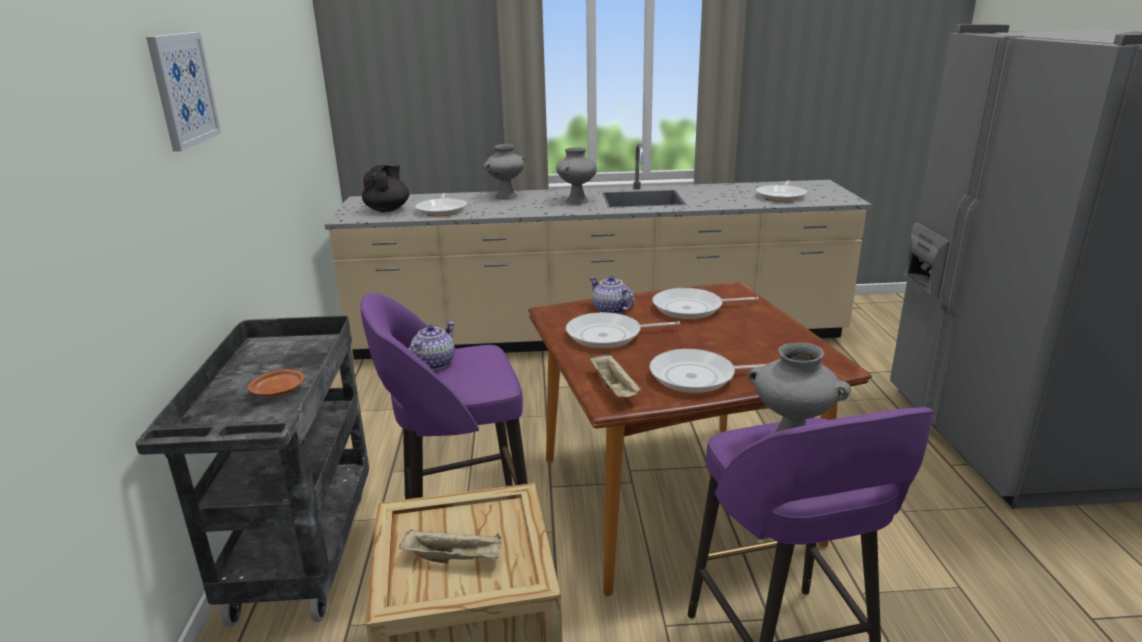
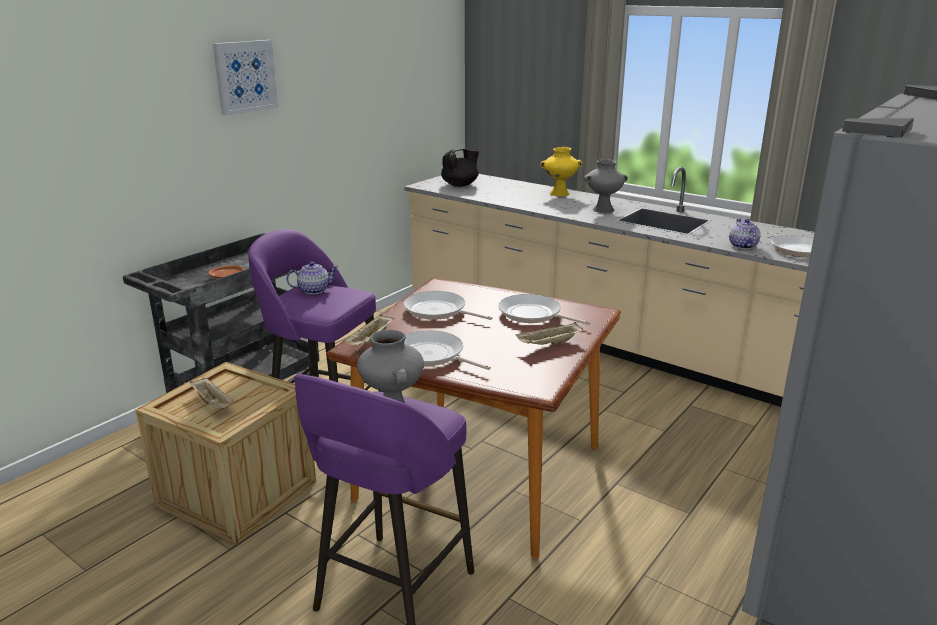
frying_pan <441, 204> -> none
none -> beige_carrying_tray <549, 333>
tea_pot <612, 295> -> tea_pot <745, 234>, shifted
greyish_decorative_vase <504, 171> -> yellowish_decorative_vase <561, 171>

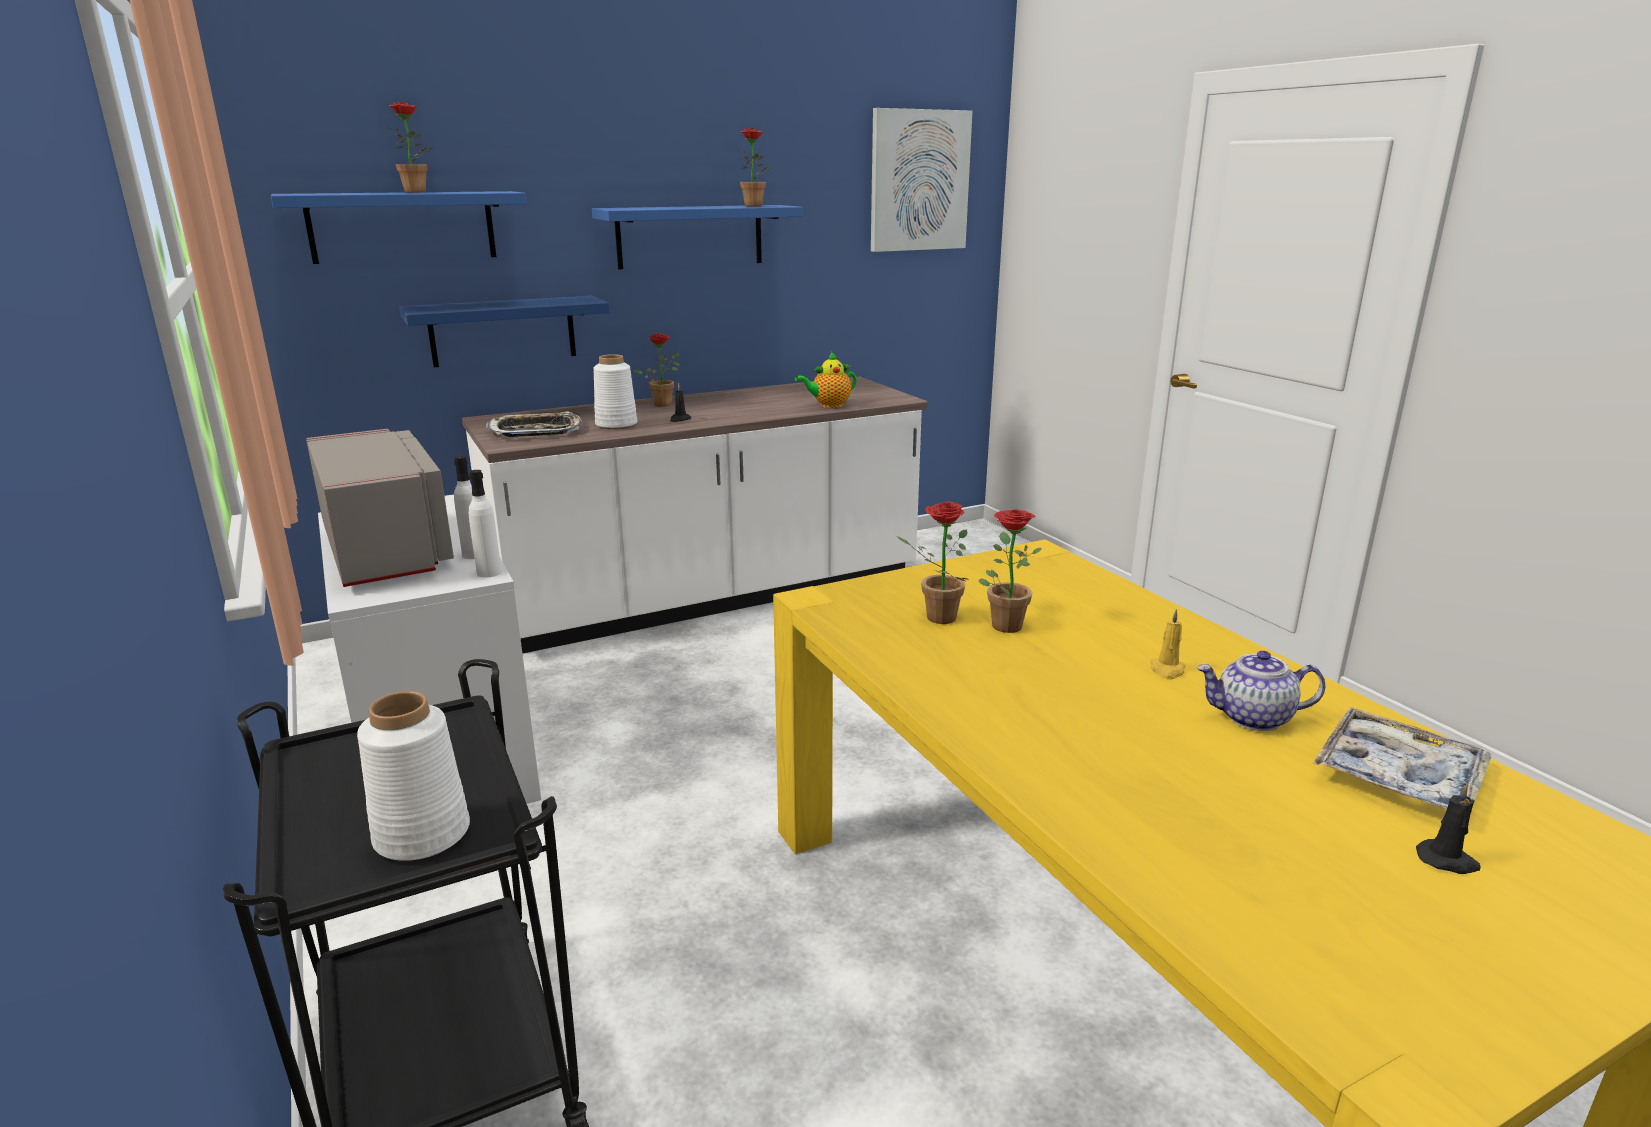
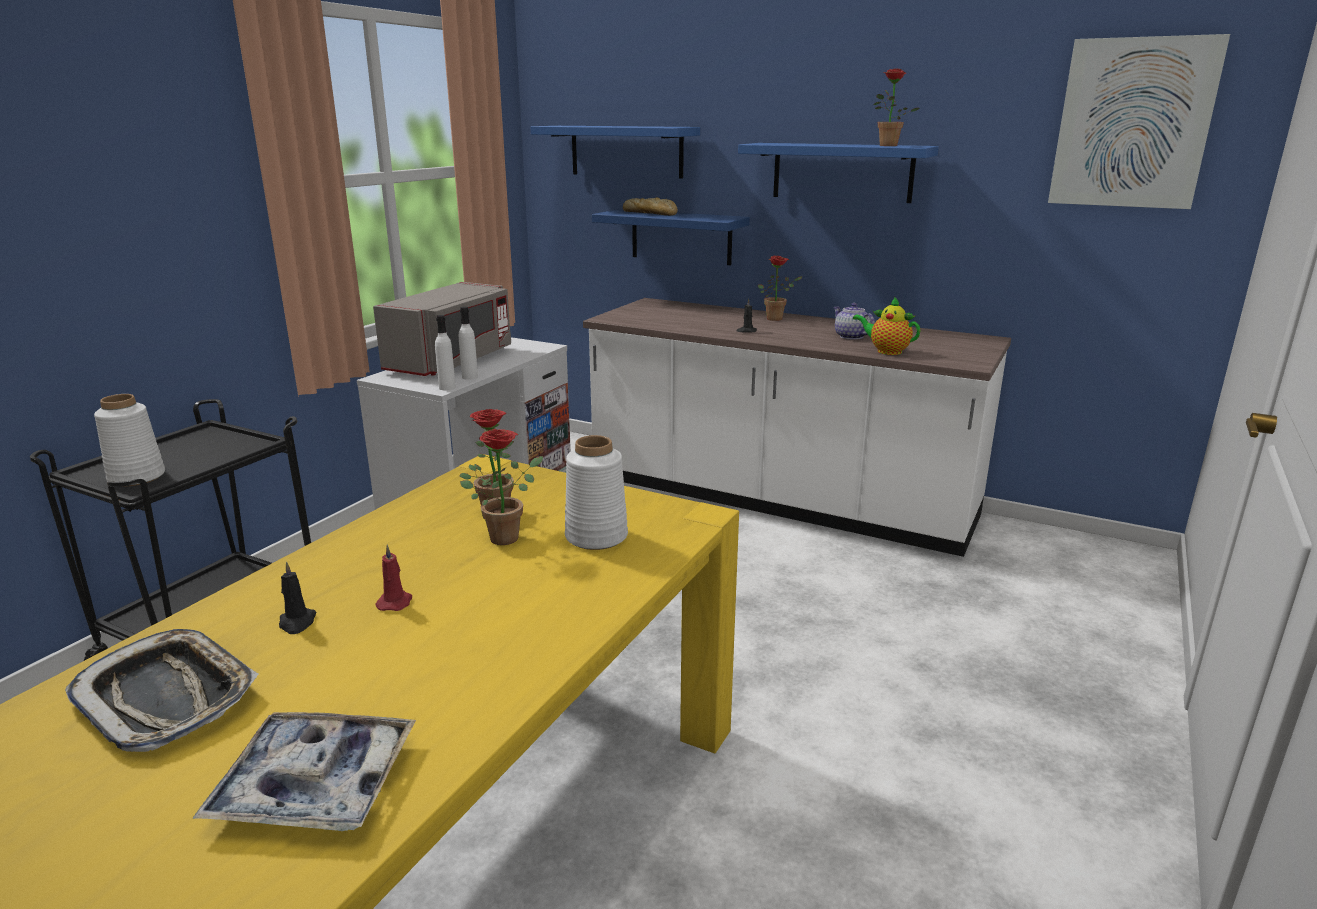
houseplant <410, 147> -> none
yellowish_wax_candle <1168, 644> -> none
none -> red_wax_candle <393, 578>
none -> baked_bread <650, 206>
carrying_tray <534, 424> -> carrying_tray <161, 690>, shifted
white_decorative_vase <615, 391> -> white_decorative_vase <596, 492>, shifted
tea_pot <1261, 690> -> tea_pot <854, 321>, shifted
black-coloured_wax_candle <1448, 828> -> black-coloured_wax_candle <298, 597>, shifted

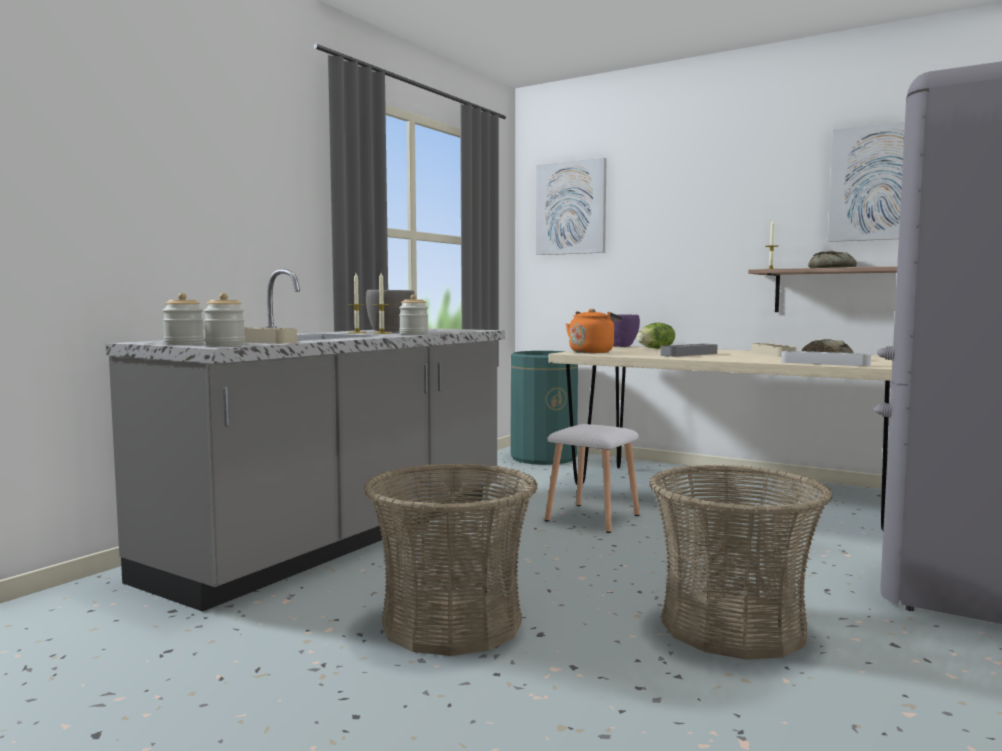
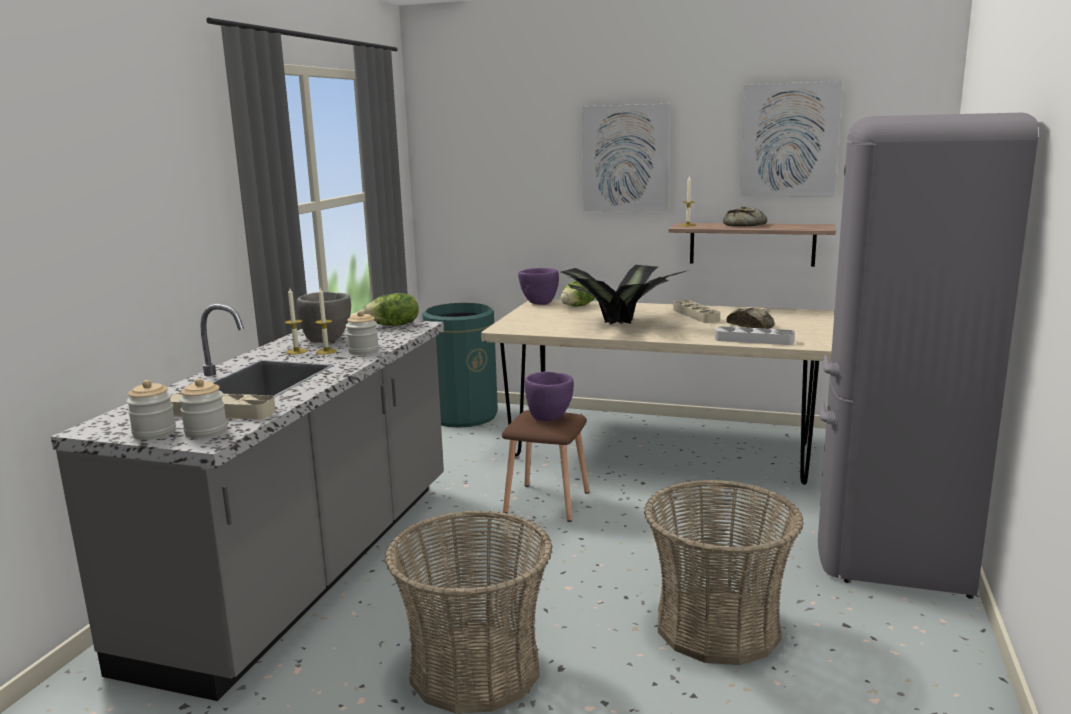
orange-coloured_kettle <594, 331> -> none
none -> lettuce <391, 309>
none -> purplish_bowl <549, 396>
picture <571, 206> -> picture <626, 158>, shifted
greyish_carrying_tray <689, 350> -> houseplant <625, 295>
white_sitting_stool <592, 478> -> brown-coloured_sitting_stool <545, 466>

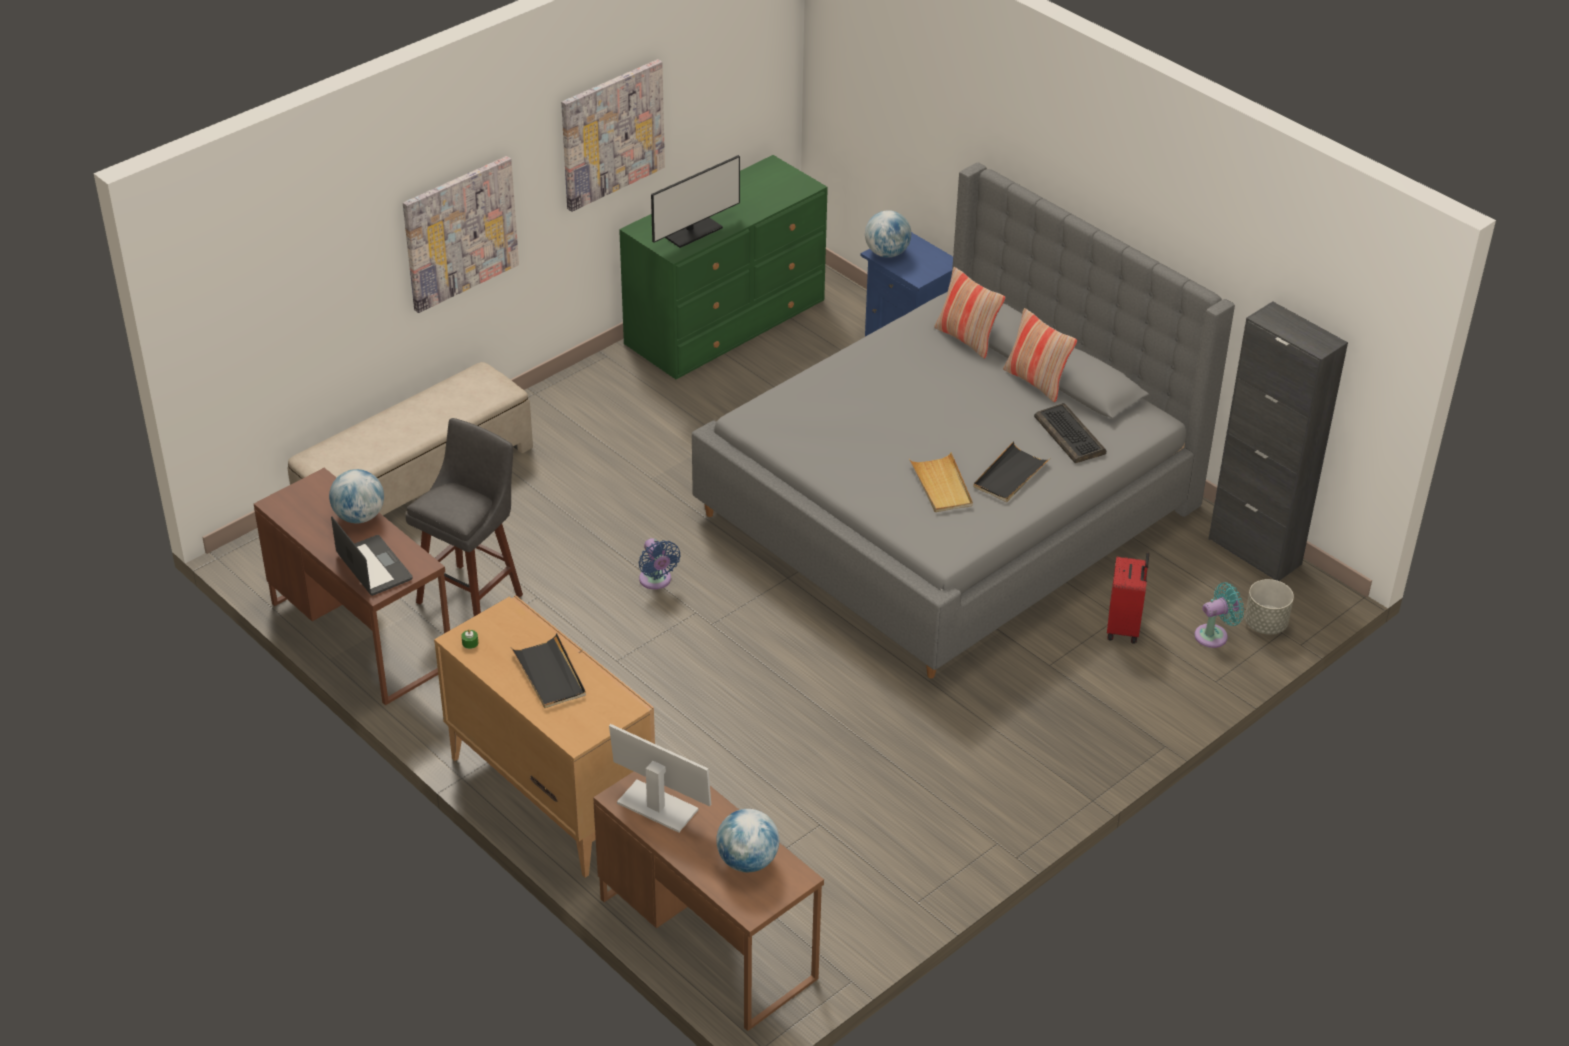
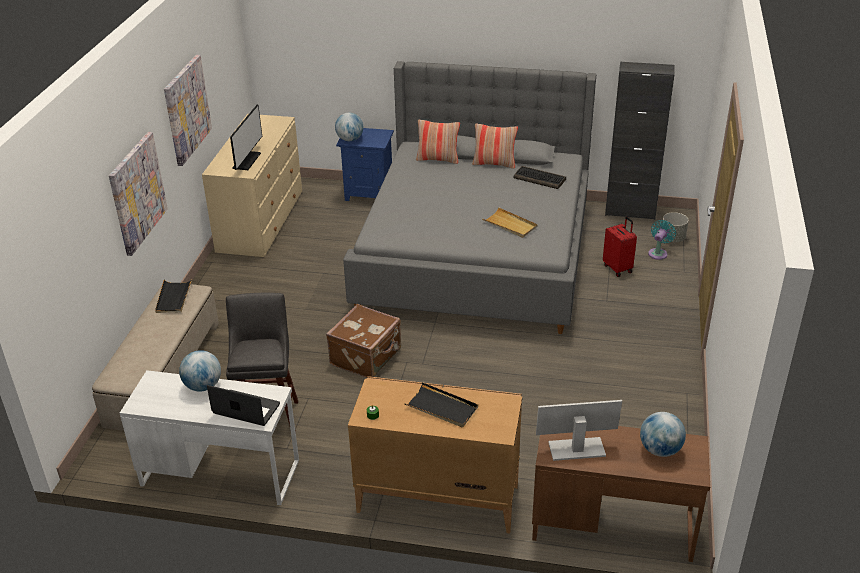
black-coloured_carrying_tray <1012, 472> -> black-coloured_carrying_tray <173, 296>, shifted
blue_cooling_fan <660, 564> -> brown-coloured_piece_of_luggage <363, 341>
brown-coloured_desk_unit <352, 586> -> white_desk_unit <209, 437>
green_chest_of_drawers <723, 267> -> beige_chest_of_drawers <252, 185>

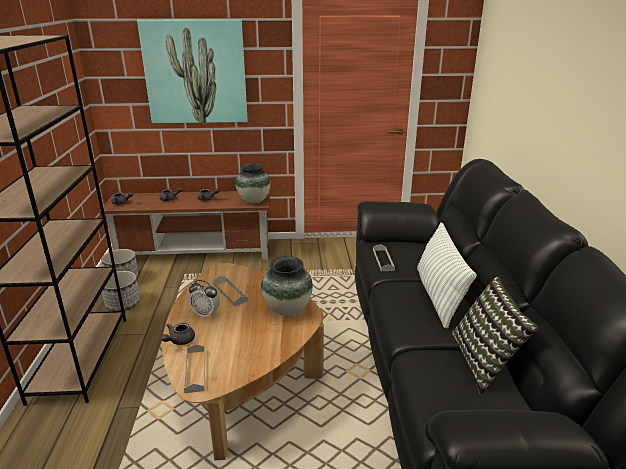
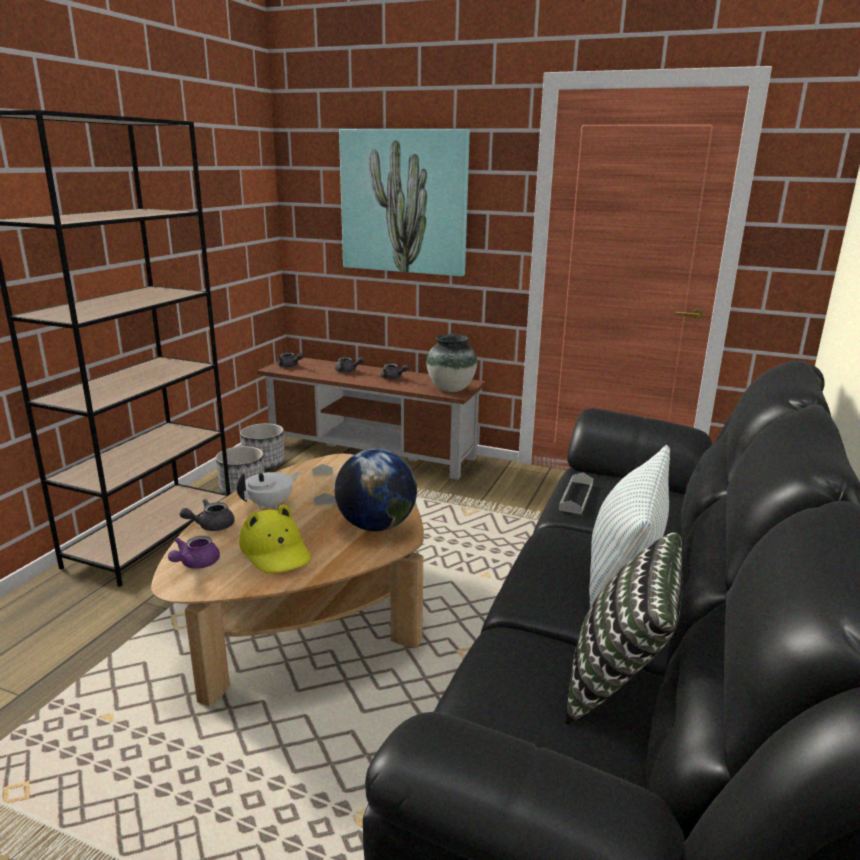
none -> yellowish_hat <275, 539>
greyish_carrying_tray <194, 369> -> purplish_tea_pot <194, 552>
bedside_clock <204, 299> -> white_tea_pot <268, 490>
decorative_vase <287, 286> -> world_globe <376, 490>

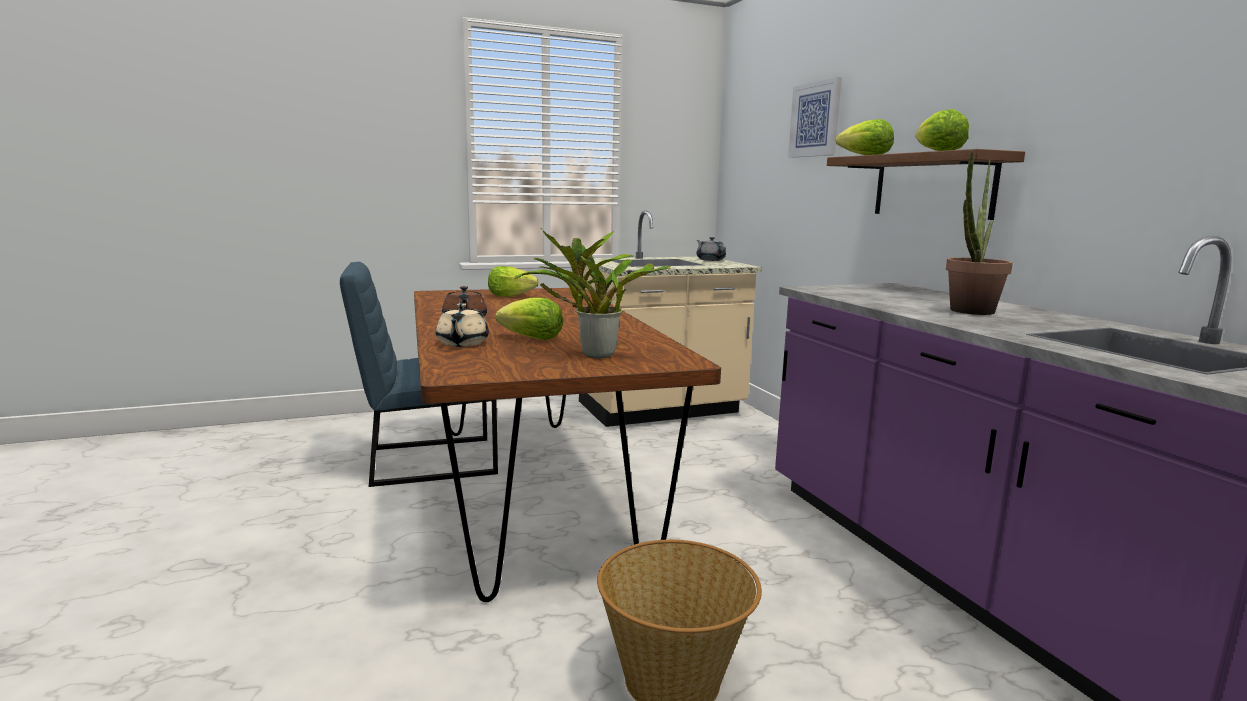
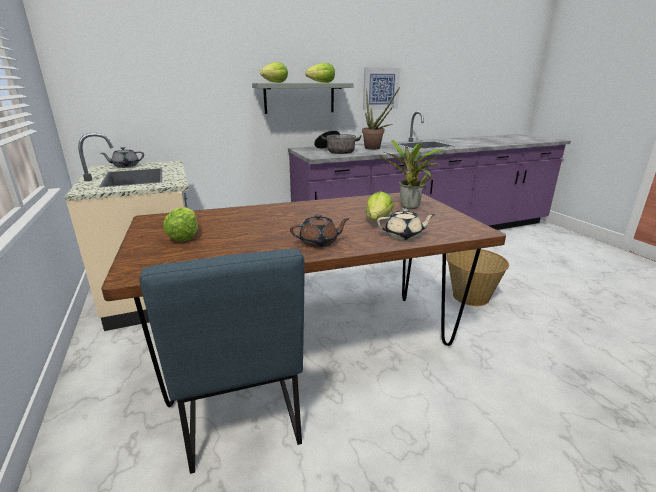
none -> saucepot <338, 142>
picture <815, 117> -> picture <382, 89>, shifted
brown-coloured_wall_shelf <926, 184> -> greyish_wall_shelf <303, 98>

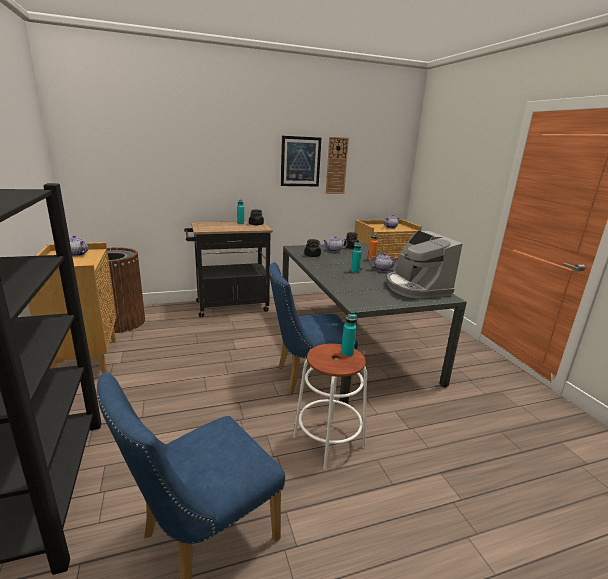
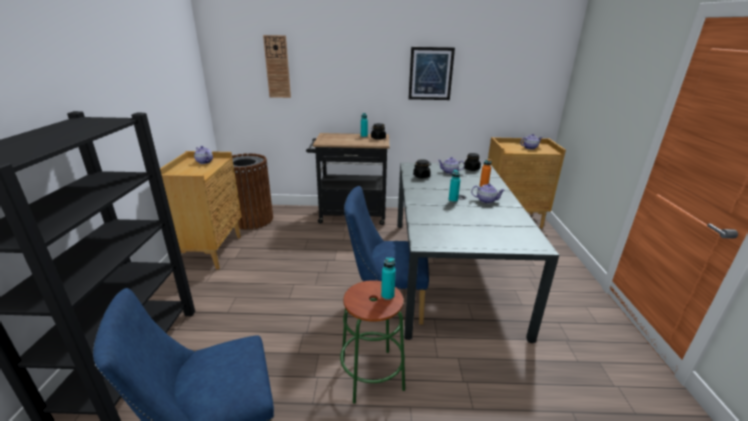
coffee_brewer <425, 264> -> none
wall_clock <337, 165> -> wall_clock <277, 66>, shifted
white_sitting_stool <330, 406> -> green_sitting_stool <372, 342>

